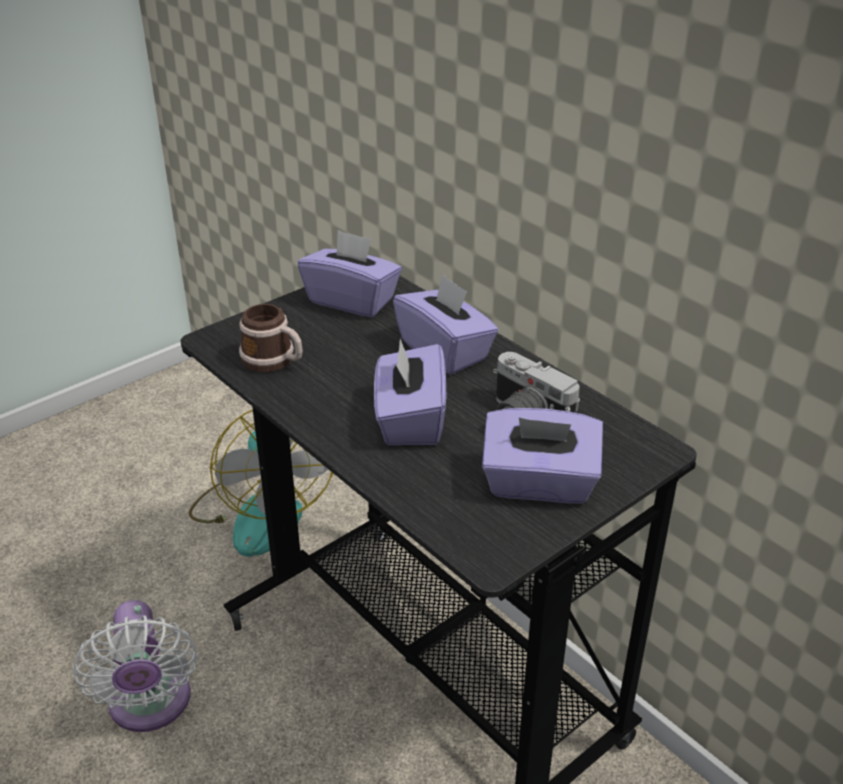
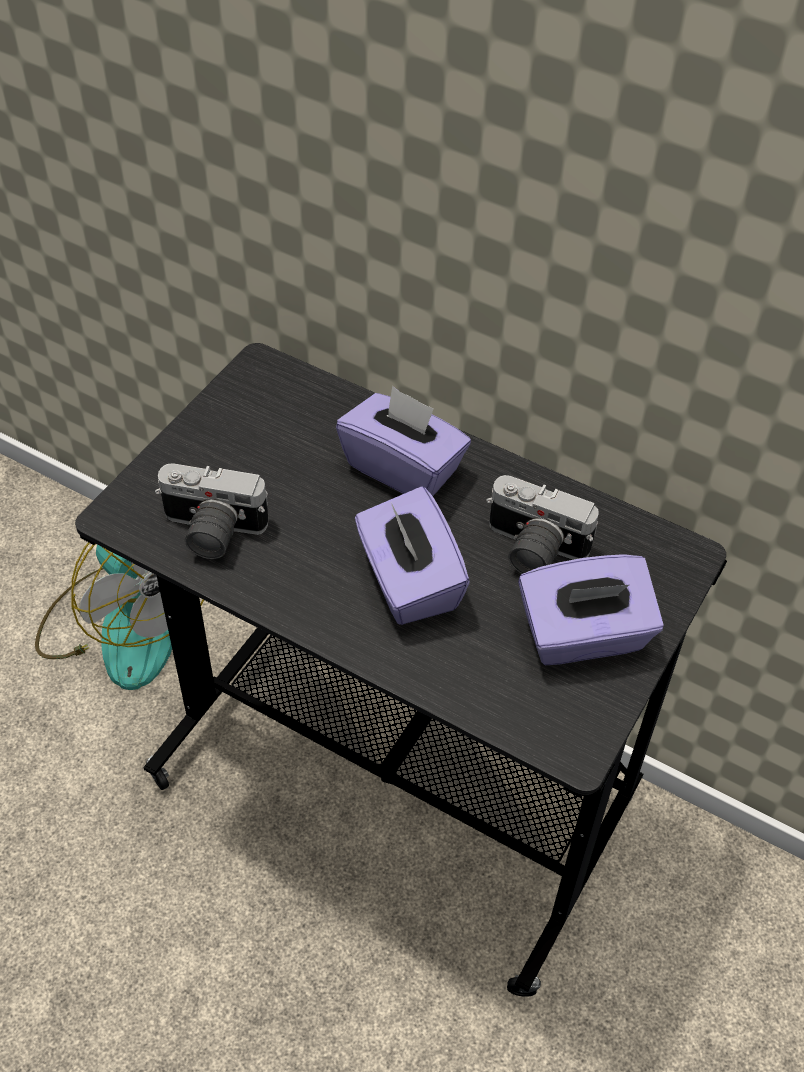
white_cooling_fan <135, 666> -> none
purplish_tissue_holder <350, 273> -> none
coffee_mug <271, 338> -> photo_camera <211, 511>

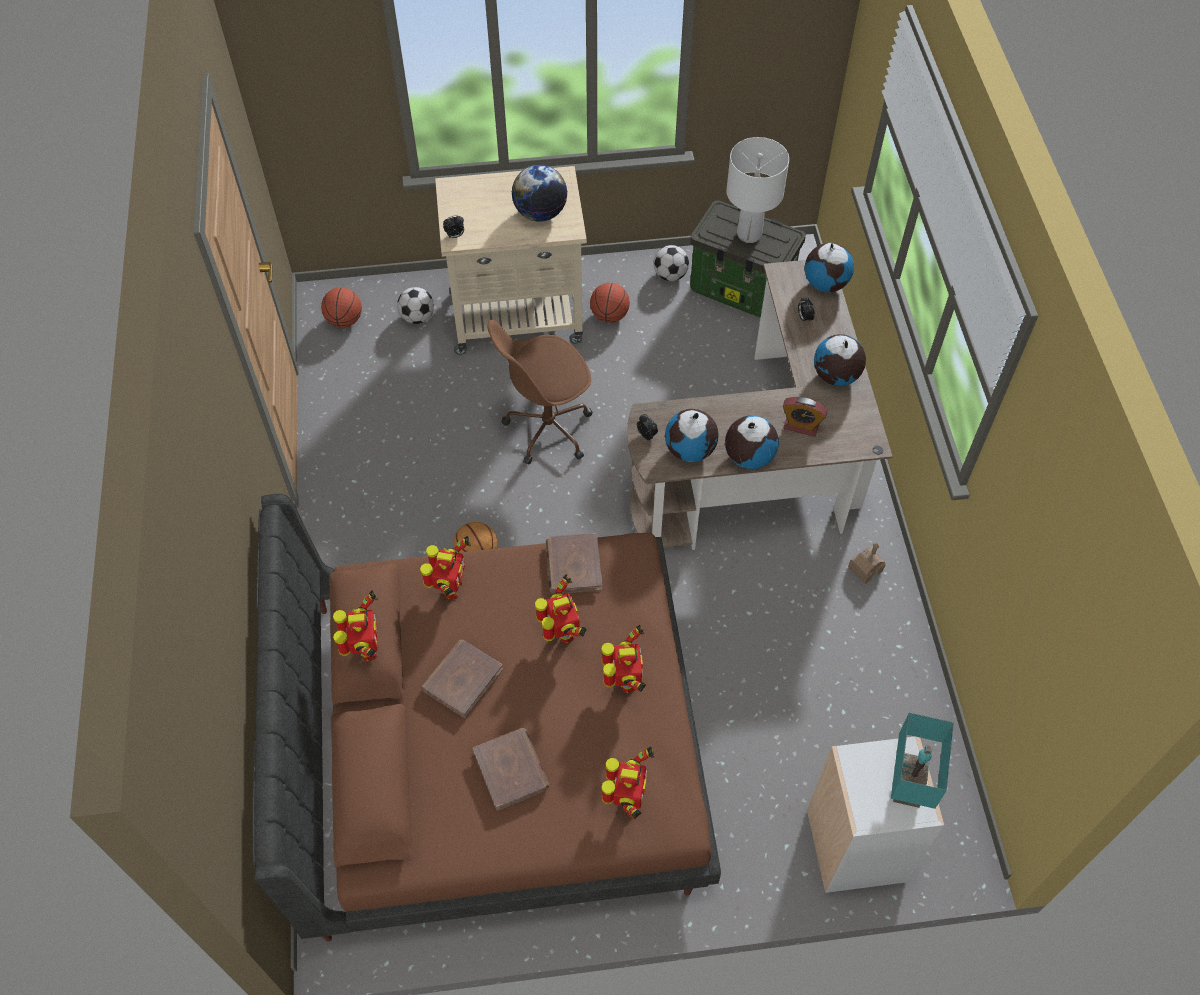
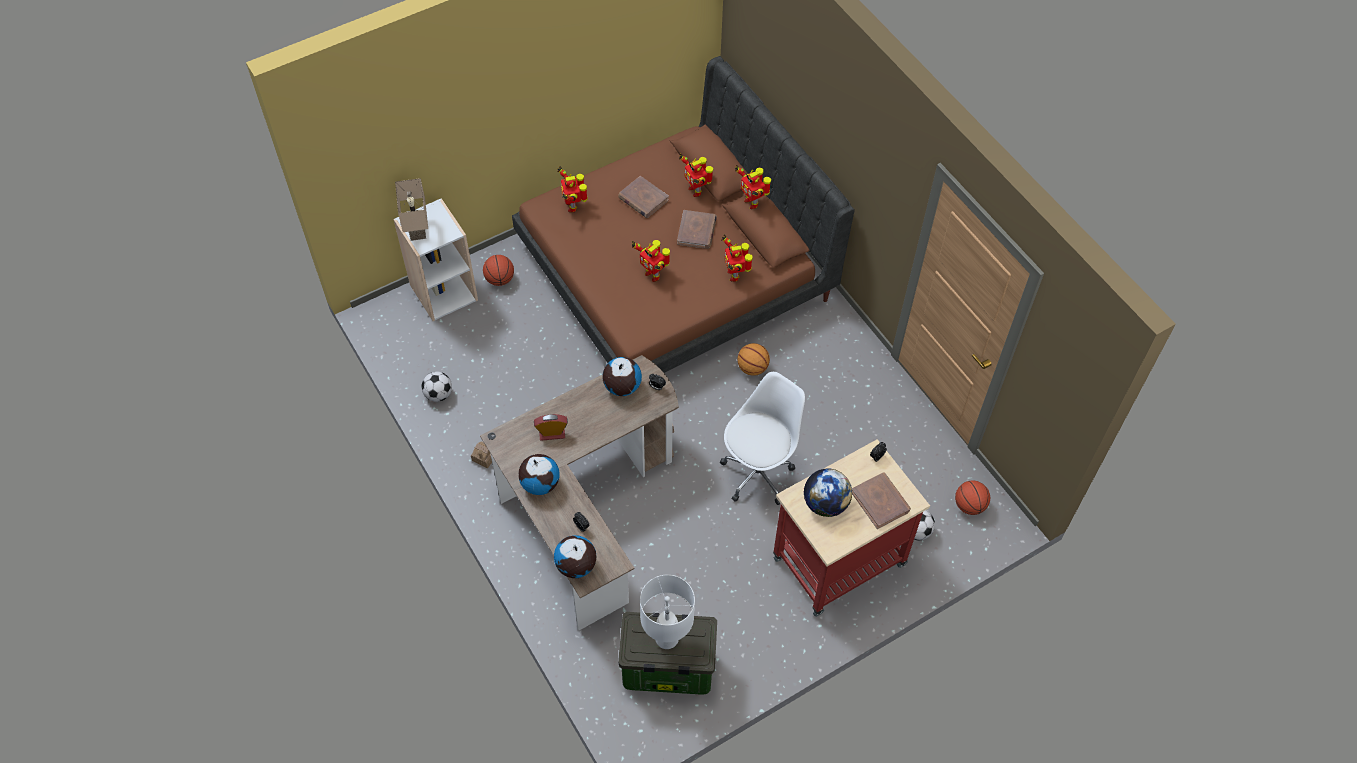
world_globe <752, 442> -> none
brown-coloured_book <574, 563> -> brown-coloured_book <881, 500>, shifted
ball_for_basketball <610, 303> -> ball_for_basketball <498, 270>, shifted
toy_robot <624, 659> -> toy_robot <696, 175>, shifted
football <671, 263> -> football <436, 387>, shifted
beige_wheeled_cart <511, 260> -> red_wheeled_cart <851, 528>
brown-coloured_computer_chair <540, 392> -> white_computer_chair <762, 438>
turquoise_table_lamp <922, 761> -> beige_table_lamp <411, 209>

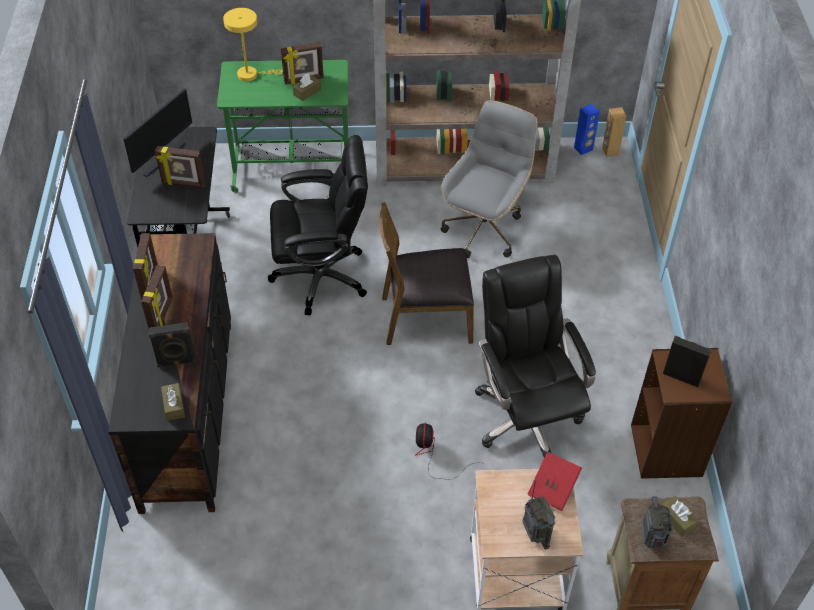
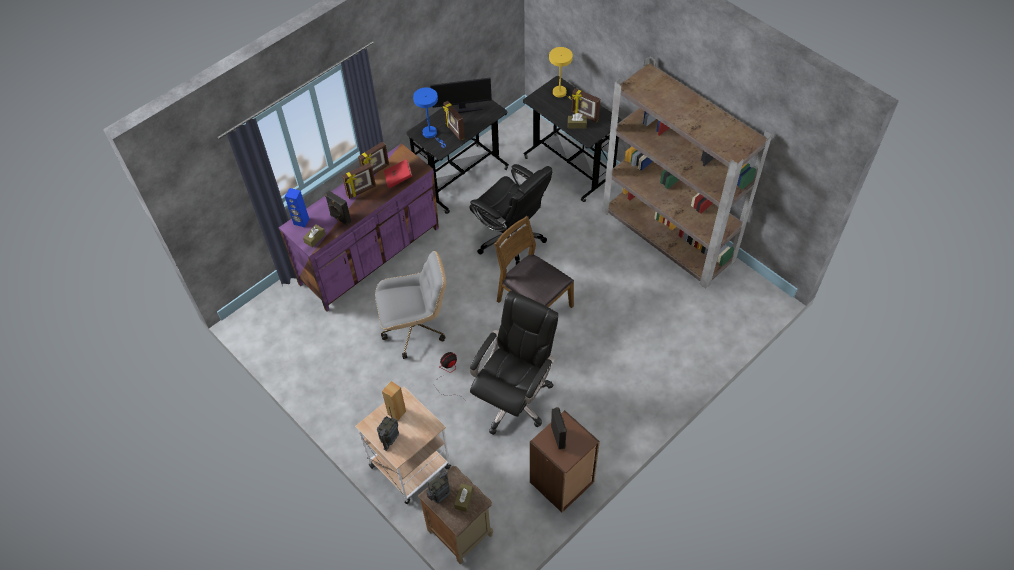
none -> blue_table_lamp <429, 117>
greyish_computer_chair <489, 179> -> greyish_computer_chair <410, 305>, shifted
red_book <555, 481> -> red_book <398, 173>, shifted
blue_audio_speaker <587, 129> -> blue_audio_speaker <297, 207>, shifted
brown-coloured_audio_speaker <614, 132> -> brown-coloured_audio_speaker <394, 401>, shifted
black-coloured_cabinet <169, 373> -> purplish_cabinet <359, 227>
green_desk_unit <283, 126> -> black-coloured_desk_unit <572, 139>

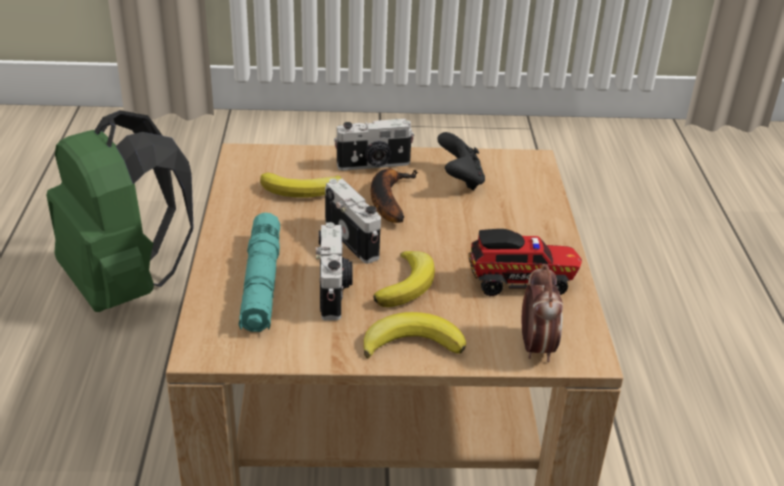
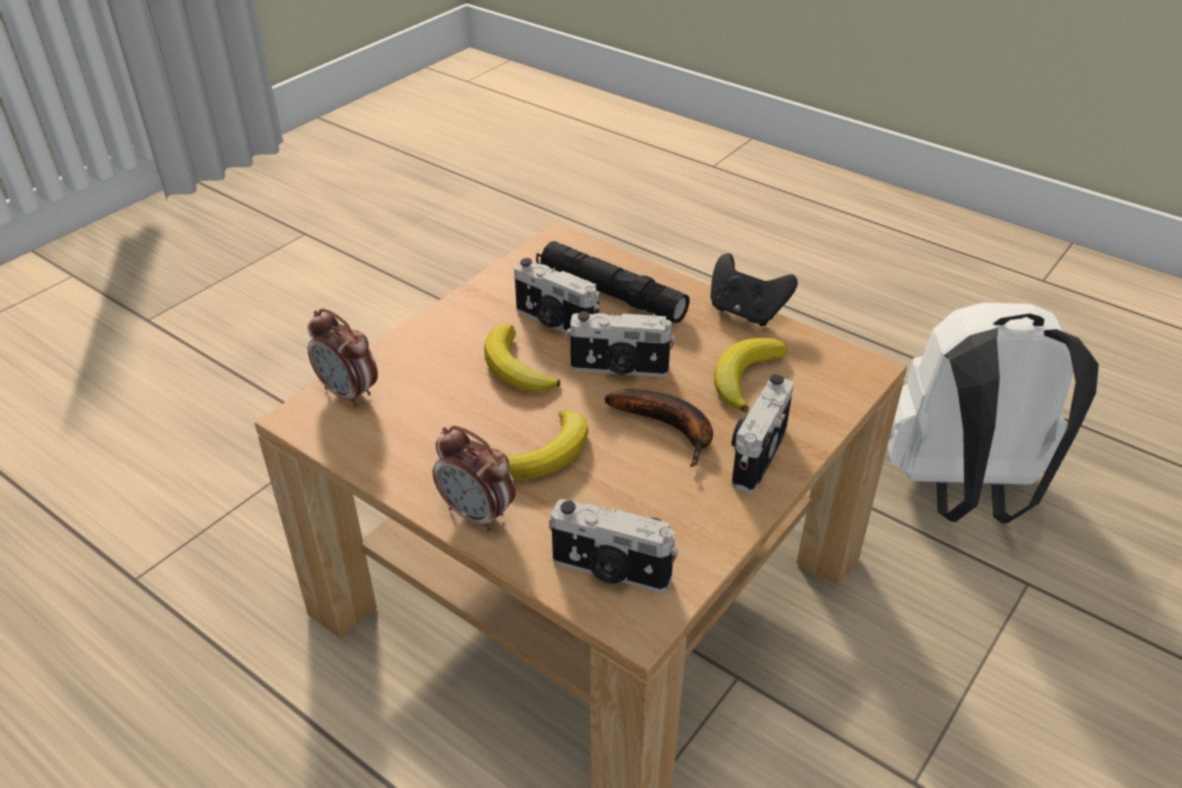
toy_lorry <525, 262> -> none
none -> bedside_clock <474, 478>
none -> photo_camera <613, 546>
banana_fruit <415, 335> -> banana_fruit <547, 445>, shifted
black-coloured_joypad <461, 161> -> black-coloured_joypad <754, 289>, shifted
green_backpack <120, 211> -> white_backpack <993, 413>
turquoise_hand_torch <259, 272> -> black-coloured_hand_torch <613, 282>

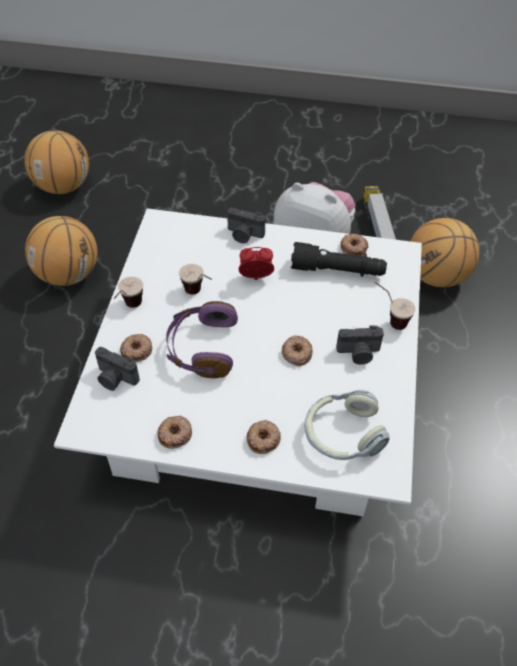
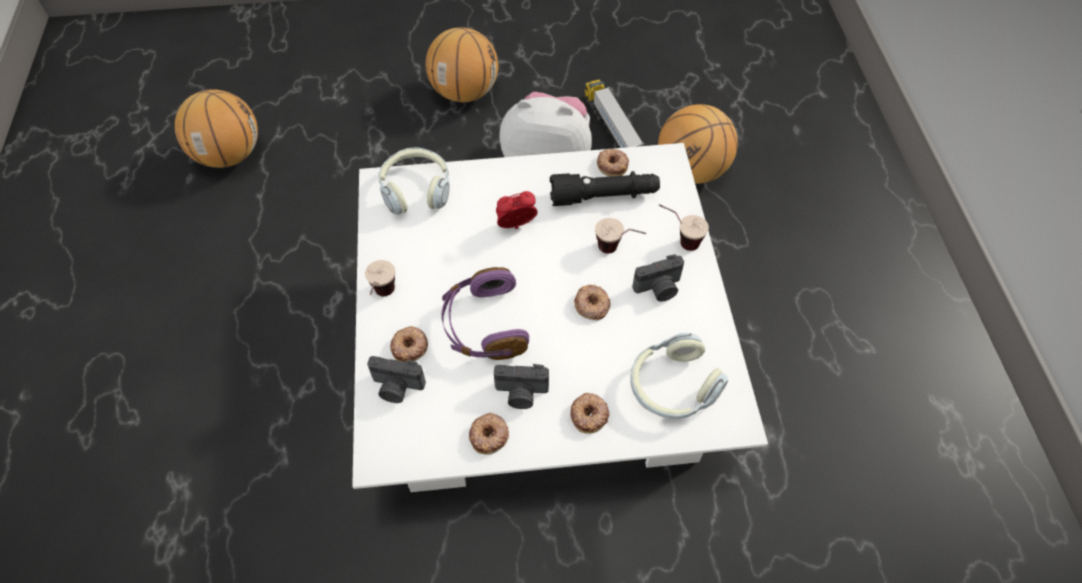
none -> headphones <414, 181>
ball_for_basketball <61, 251> -> ball_for_basketball <462, 64>, shifted
small_cup <195, 279> -> small_cup <620, 236>, shifted
photo_camera <246, 225> -> photo_camera <521, 386>, shifted

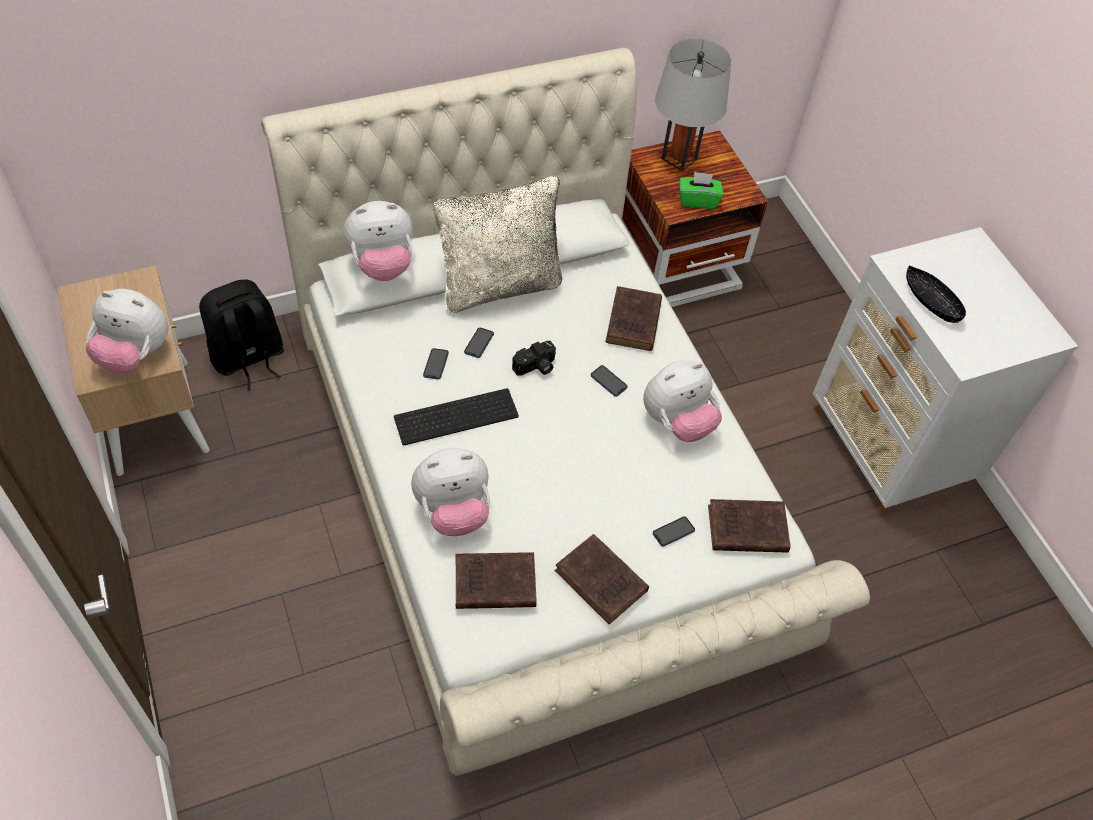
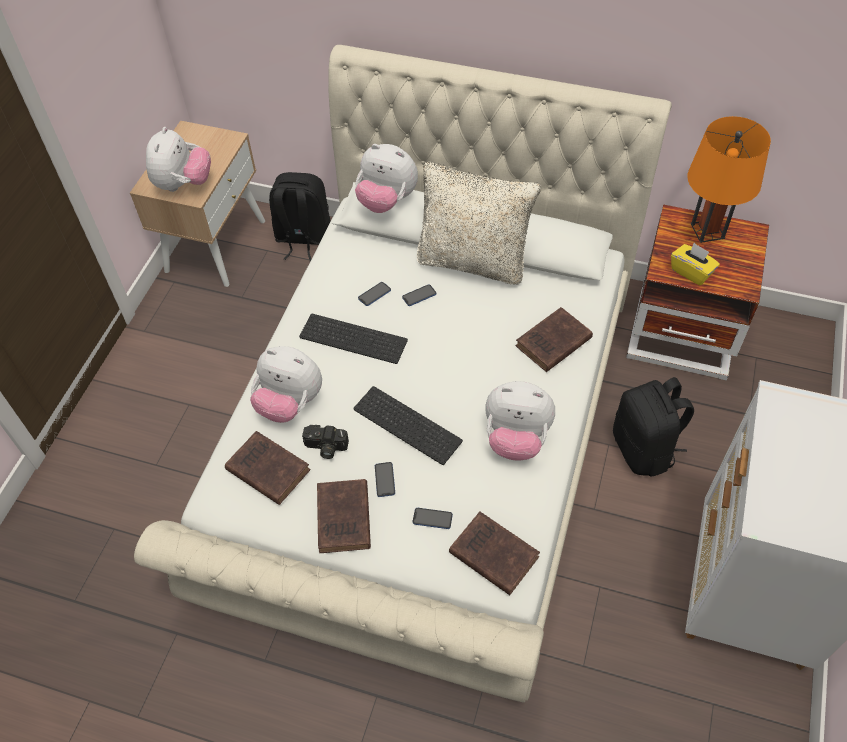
black-coloured_bowl <936, 294> -> none
none -> keyboard <408, 425>
none -> black-coloured_backpack <653, 427>
photo_camera <534, 358> -> photo_camera <325, 442>, shifted
phone <609, 381> -> phone <385, 479>, shifted
greyish_table_lamp <693, 105> -> orange-coloured_table_lamp <729, 179>
green_tissue_holder <701, 190> -> yellowish_tissue_holder <695, 264>
cuddly_toy <127, 331> -> cuddly_toy <178, 159>, 135 degrees counterclockwise

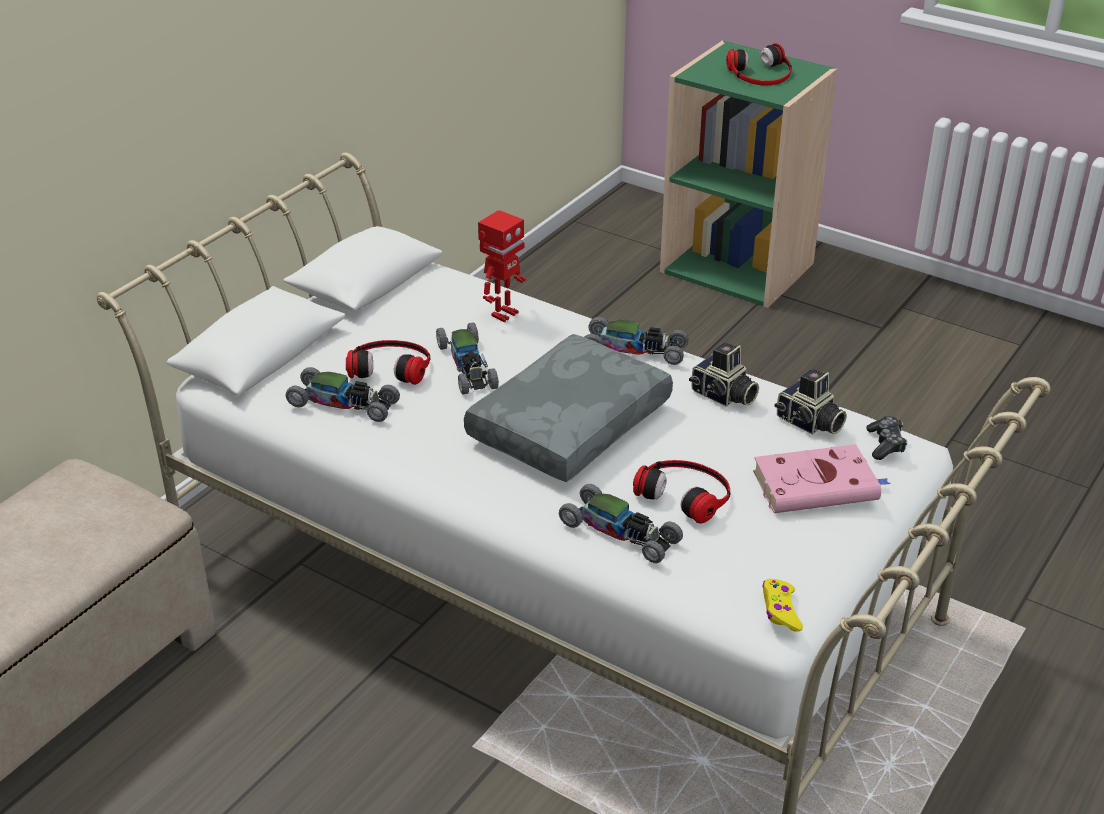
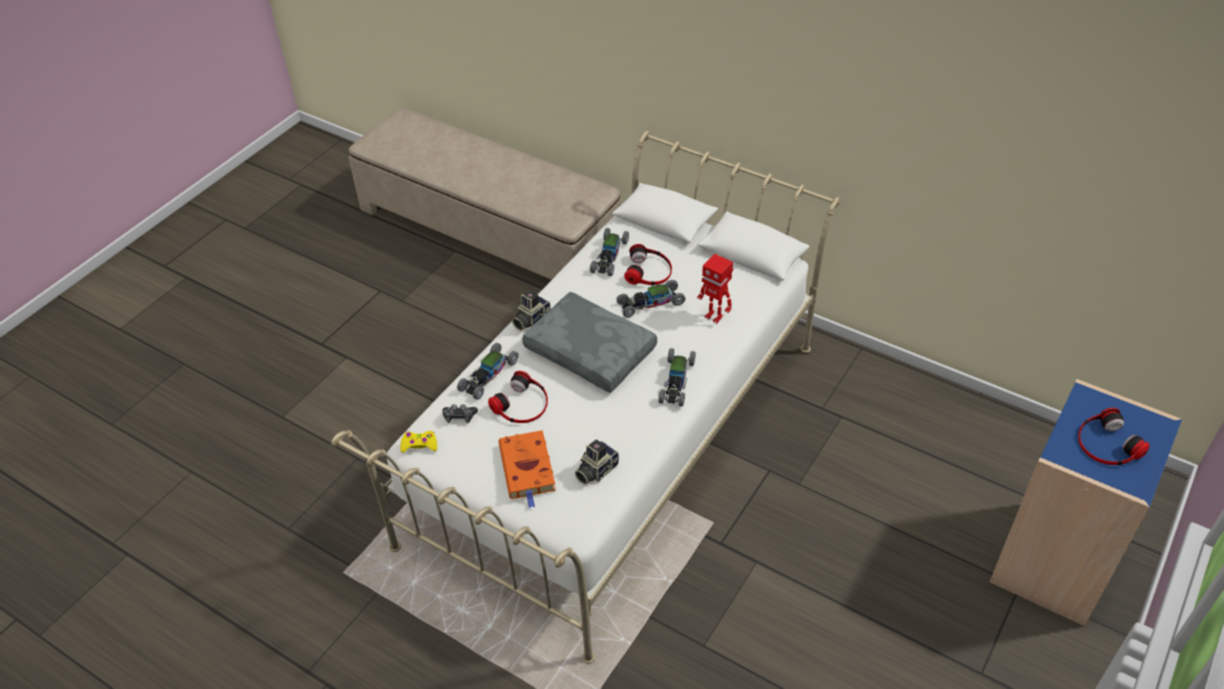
photo_camera <724, 374> -> photo_camera <531, 310>, shifted
joypad <887, 438> -> joypad <460, 413>, shifted
green_bookshelf <748, 174> -> blue_bookshelf <1086, 502>
pink_book <822, 478> -> orange-coloured_book <527, 469>

